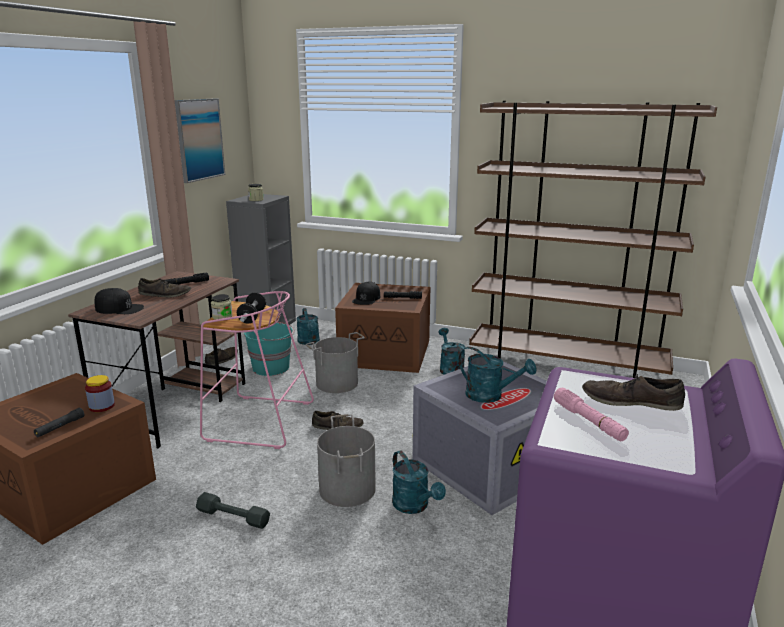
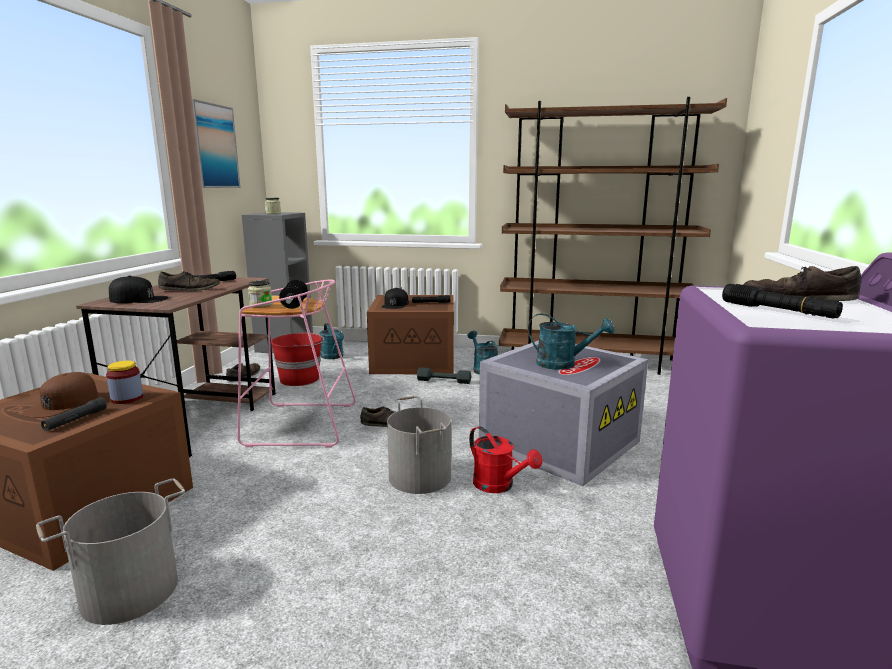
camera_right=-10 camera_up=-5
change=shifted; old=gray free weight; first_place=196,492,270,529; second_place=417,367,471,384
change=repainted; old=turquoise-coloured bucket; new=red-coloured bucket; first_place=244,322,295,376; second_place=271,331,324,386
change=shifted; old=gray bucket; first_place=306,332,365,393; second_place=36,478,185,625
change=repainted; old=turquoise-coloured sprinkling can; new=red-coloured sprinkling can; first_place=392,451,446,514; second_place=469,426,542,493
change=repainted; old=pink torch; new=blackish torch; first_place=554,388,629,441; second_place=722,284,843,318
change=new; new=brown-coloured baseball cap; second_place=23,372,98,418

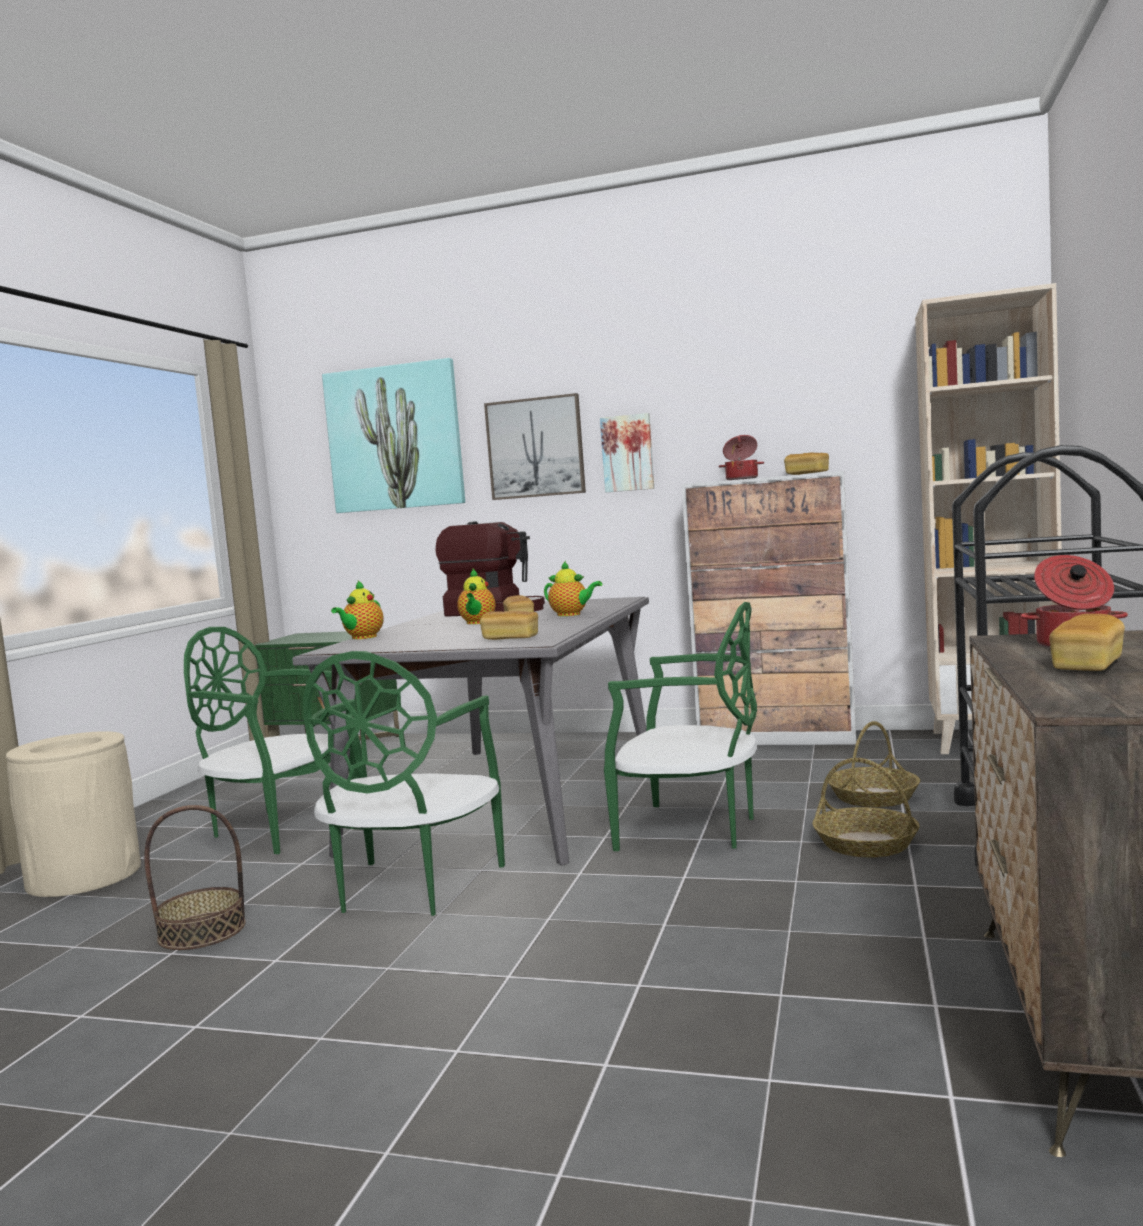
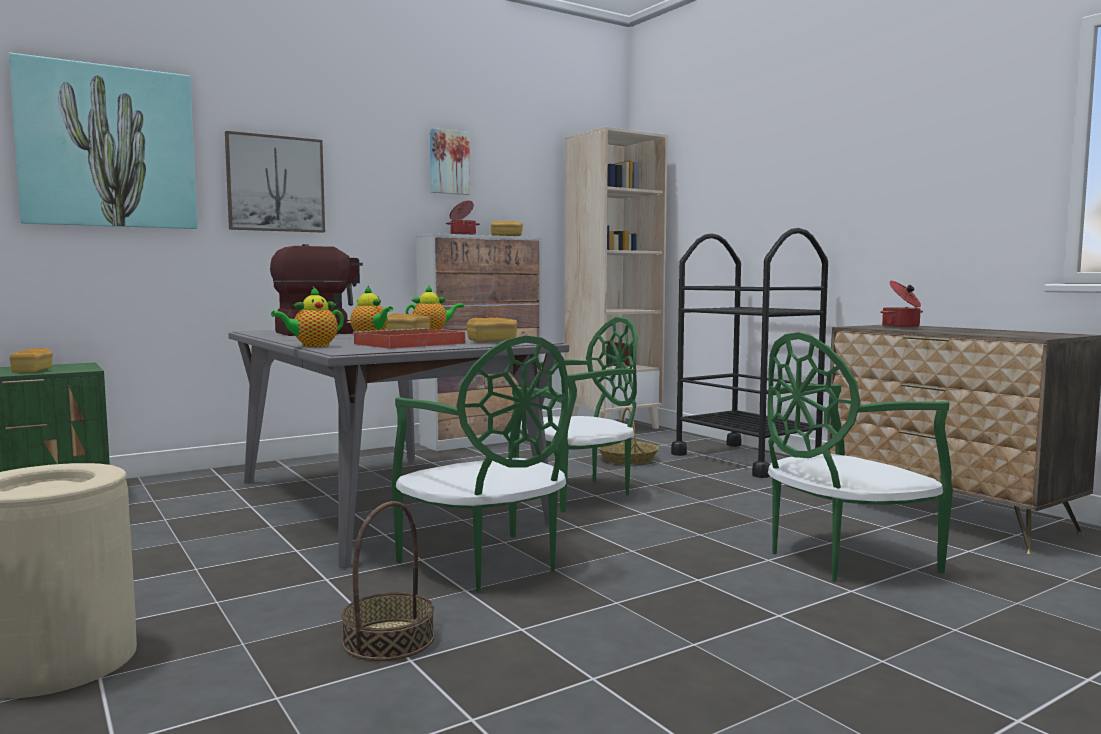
camera_right=-50 camera_up=0
change=shifted; old=green-coloured chair; first_place=184,627,358,854; second_place=767,332,953,582
change=rotated; old=teapot; first_place=331,581,384,639; second_place=271,287,344,347; degrees=75
change=shifted; old=wall picture; first_place=600,413,654,492; second_place=430,128,470,195
change=gone; old=basket; first_place=812,758,919,857
change=shifted; old=bakery bread; first_place=1049,614,1125,671; second_place=9,348,53,373
change=new; new=red-coloured serving tray; second_place=353,328,465,349

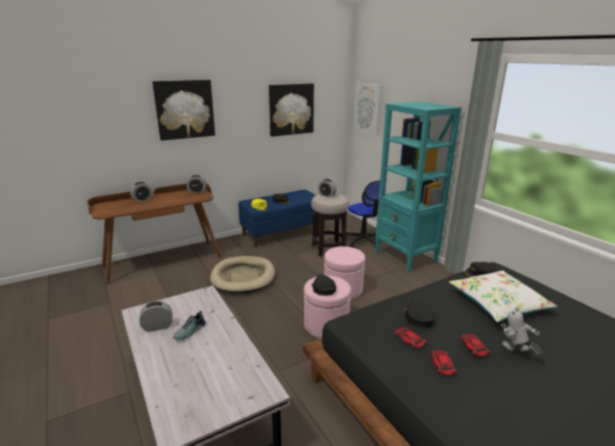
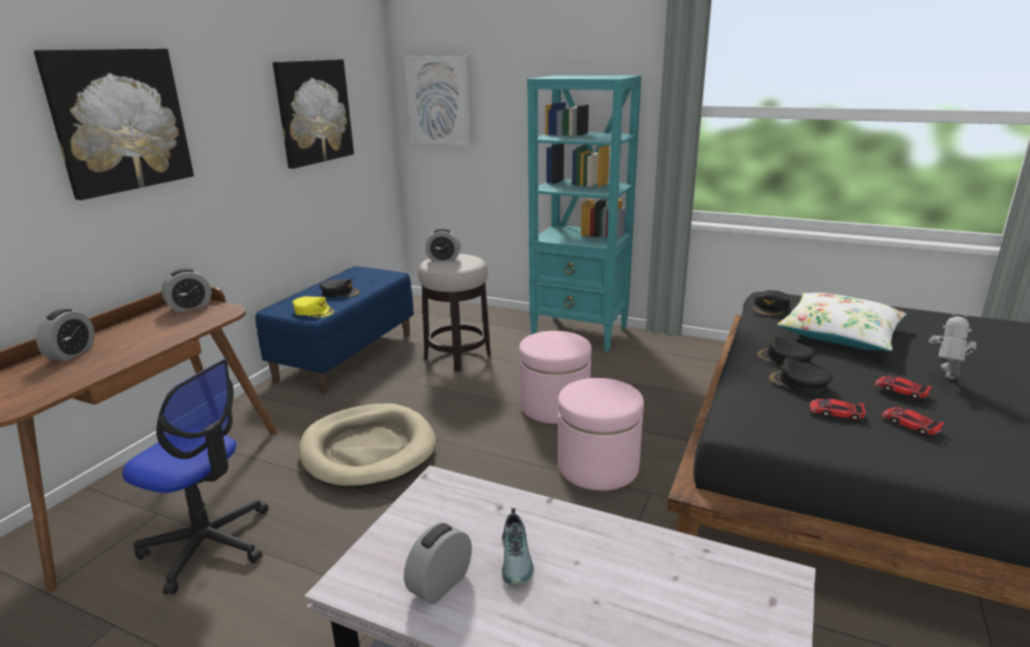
camera_right=-35 camera_up=0
change=shifted; old=blackish baseball cap; first_place=312,274,336,296; second_place=756,336,816,365
change=shifted; old=computer chair; first_place=346,179,387,248; second_place=122,359,269,595
change=rotated; old=model robot; first_place=501,308,543,355; second_place=929,313,977,381; degrees=105

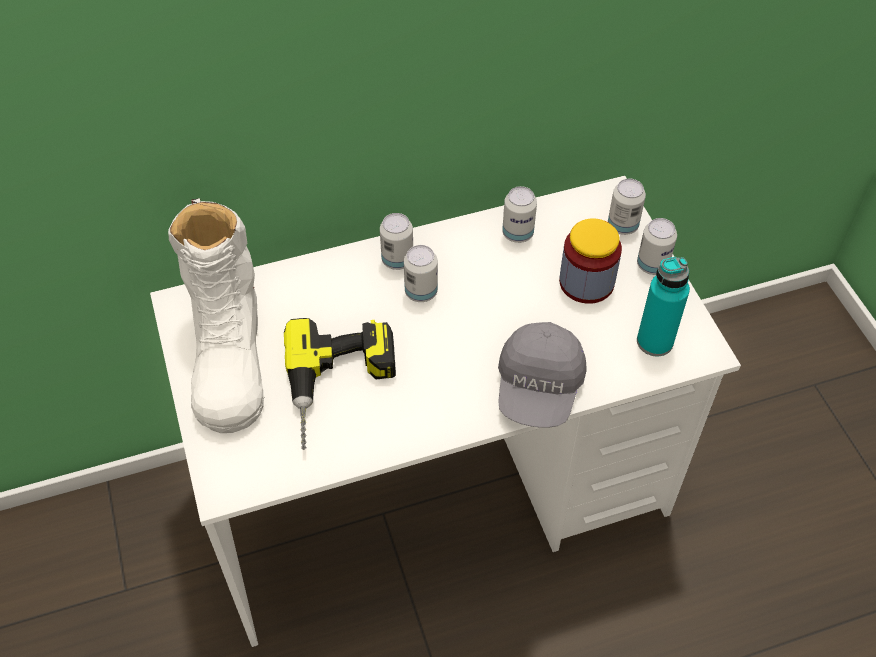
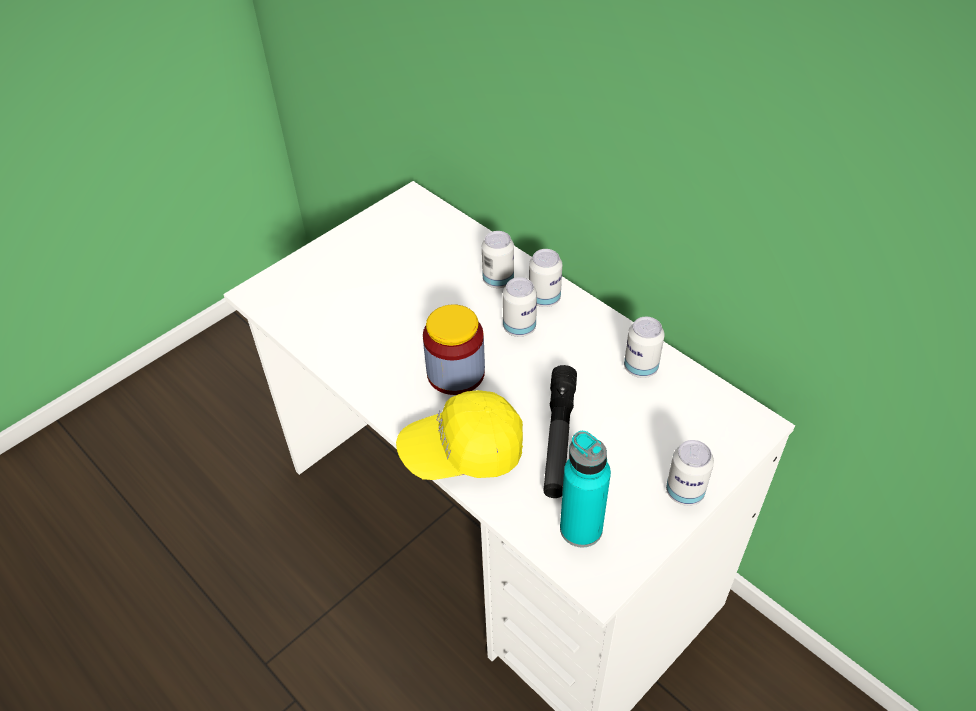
camera_right=65 camera_up=-5
change=gone; old=white tall boot; first_place=168,198,264,433
change=gone; old=electric drill; first_place=284,318,396,450
change=repainted; old=gray baseball cap; new=yellowish baseball cap; first_place=498,322,587,428; second_place=396,390,523,480
change=shifted; old=storage jar; first_place=559,218,622,304; second_place=423,304,485,395
change=shifted; old=can; first_place=608,179,646,235; second_place=482,231,514,288
change=new; new=torch; second_place=543,365,577,498

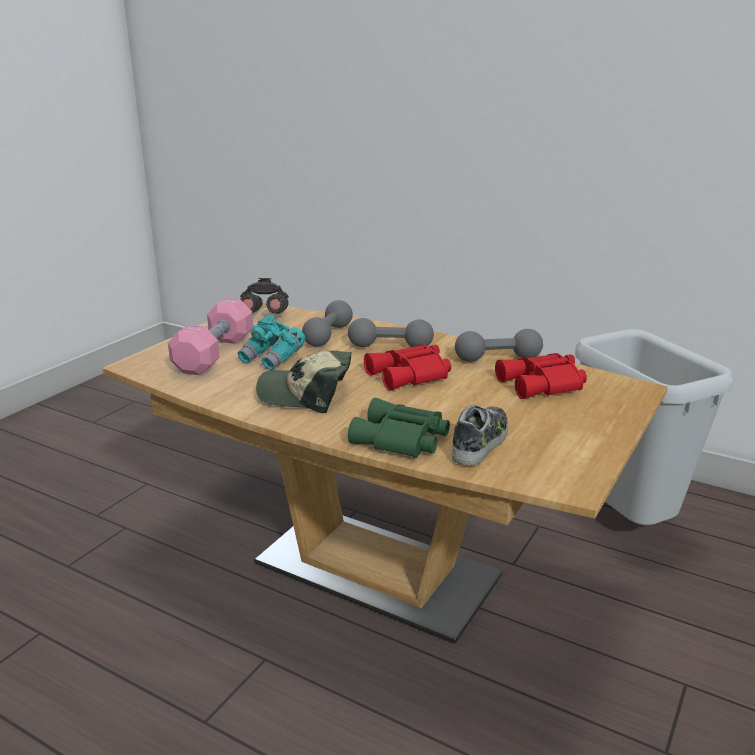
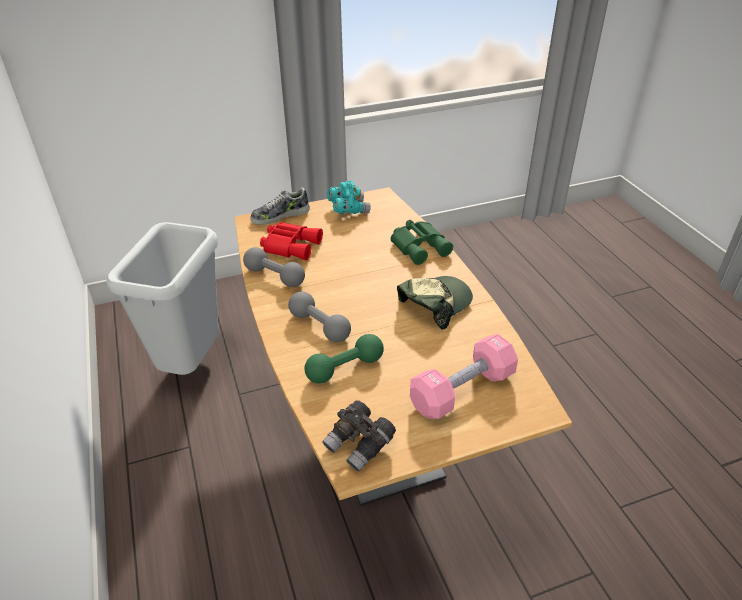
camera_right=-140 camera_up=15
change=shifted; old=turquoise-coloured field glasses; first_place=238,315,305,370; second_place=327,181,371,214
change=rotated; old=baseball cap; first_place=256,351,352,413; second_place=397,276,473,329; degrees=-90
change=repainted; old=gray free weight; new=green-coloured free weight; first_place=302,300,353,347; second_place=304,334,384,383
change=gone; old=red-coloured field glasses; first_place=364,344,451,391
change=shifted; old=item of footwear; first_place=452,405,508,466; second_place=250,187,310,225

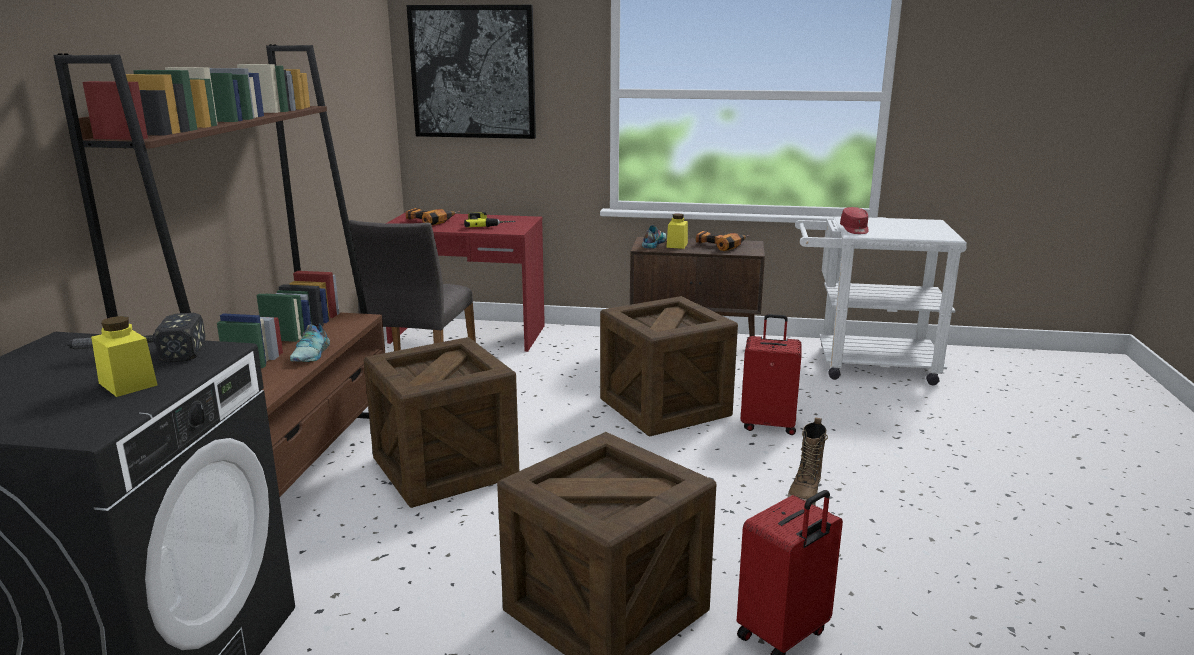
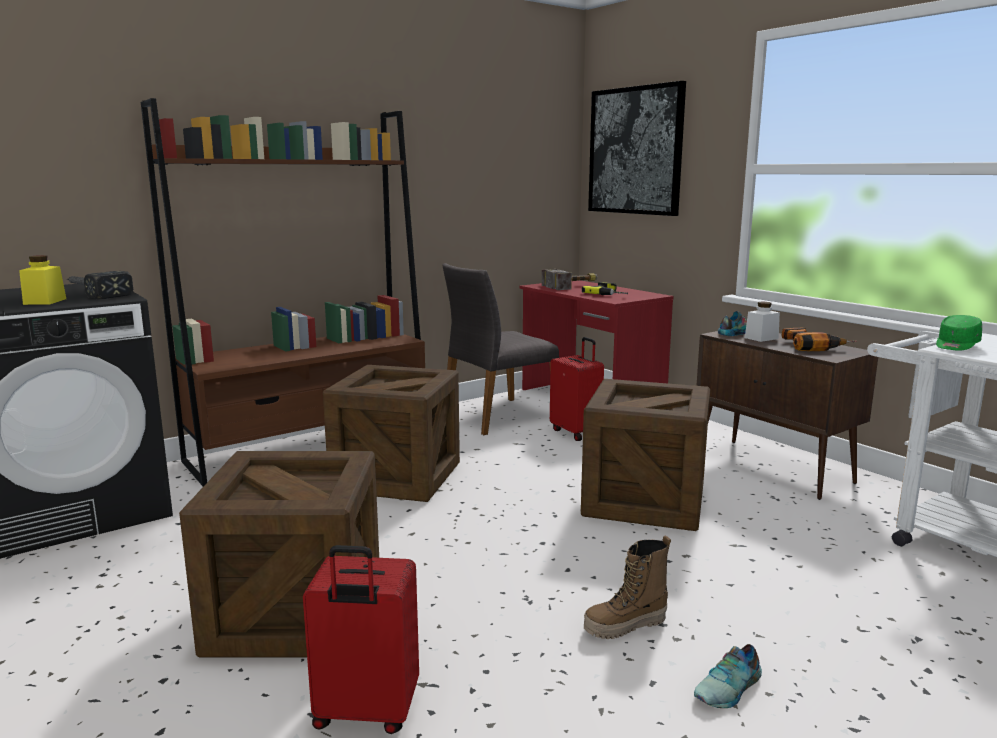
camera_right=45 camera_up=-5
change=shifted; old=item of footwear; first_place=290,324,330,362; second_place=694,644,762,708
change=swapped; old=electric drill; new=hammer; first_place=406,208,460,225; second_place=542,269,598,290
change=repainted; old=yellowish storage jar; new=white storage jar; first_place=666,214,688,249; second_place=745,302,780,342
change=shifted; old=red-coloured suitcase; first_place=741,314,801,435; second_place=550,337,604,441
change=repainted; old=red-coloured baseball cap; new=green-coloured baseball cap; first_place=840,207,868,234; second_place=936,315,982,351

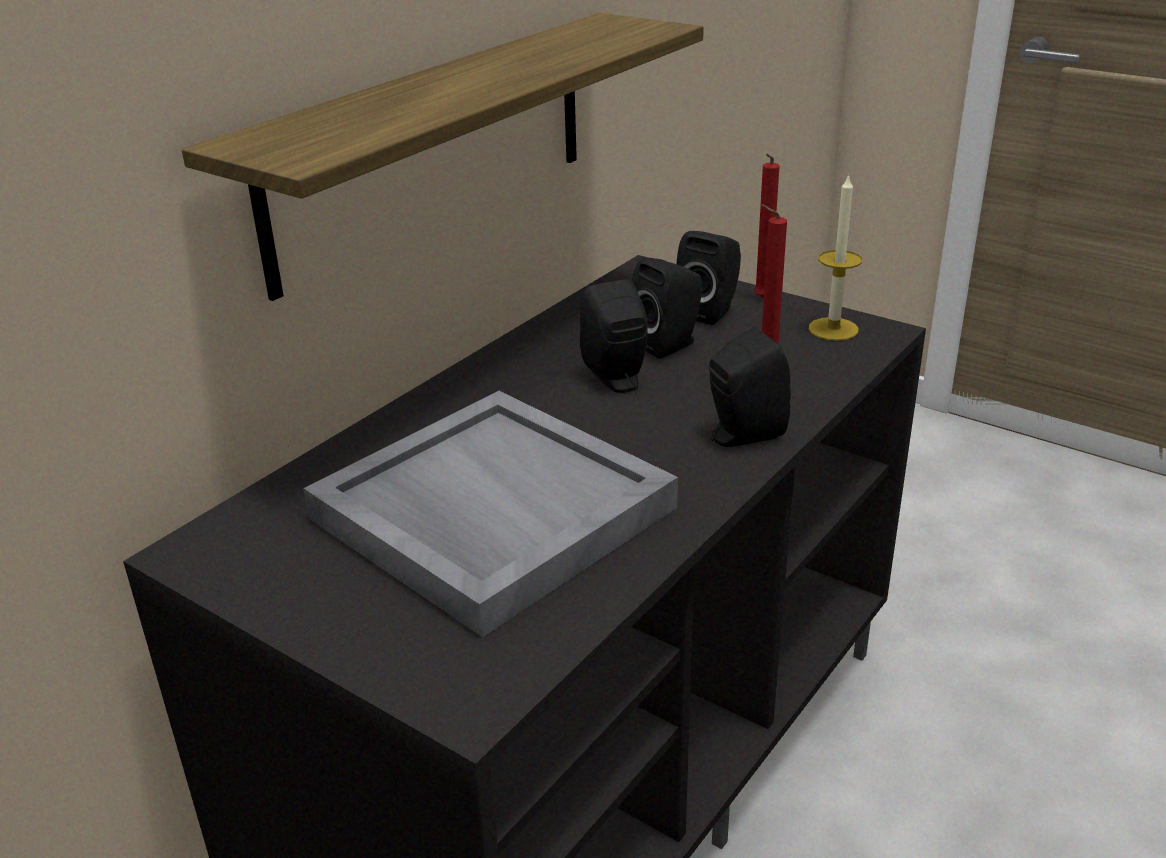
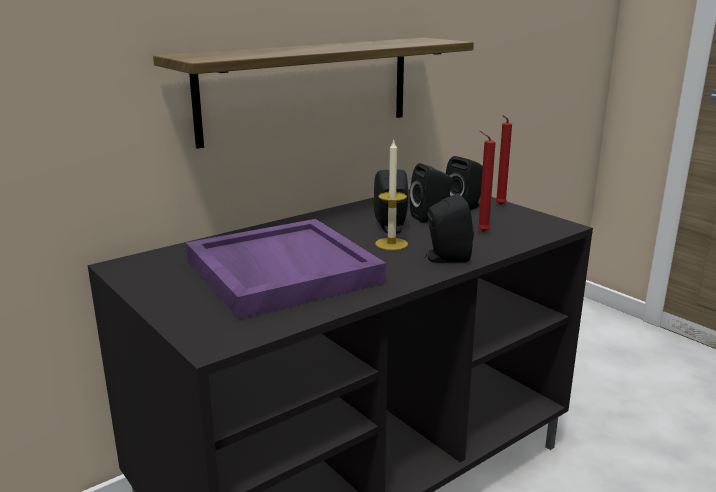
camera_right=15 camera_up=-10
change=repainted; old=gray serving tray; new=purple serving tray; first_place=303,391,678,637; second_place=186,219,386,319
change=shifted; old=wax candle; first_place=808,173,862,341; second_place=375,139,408,250

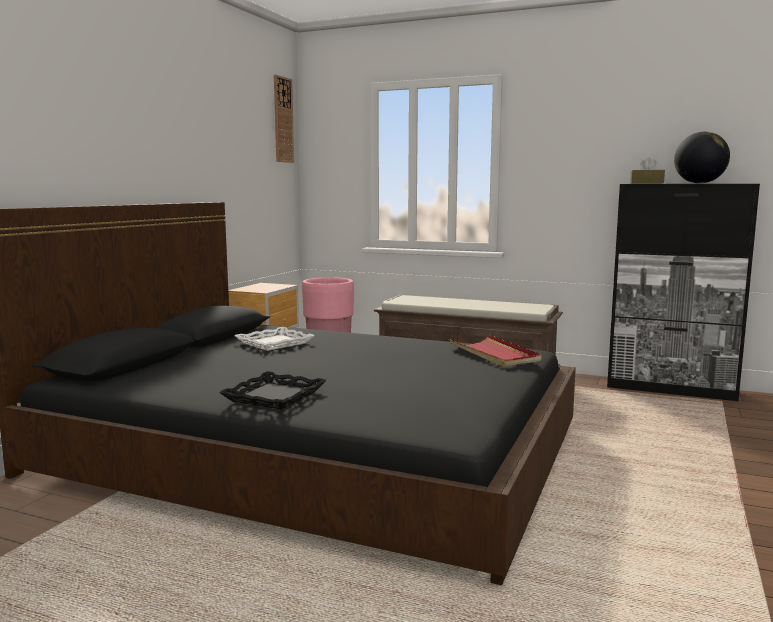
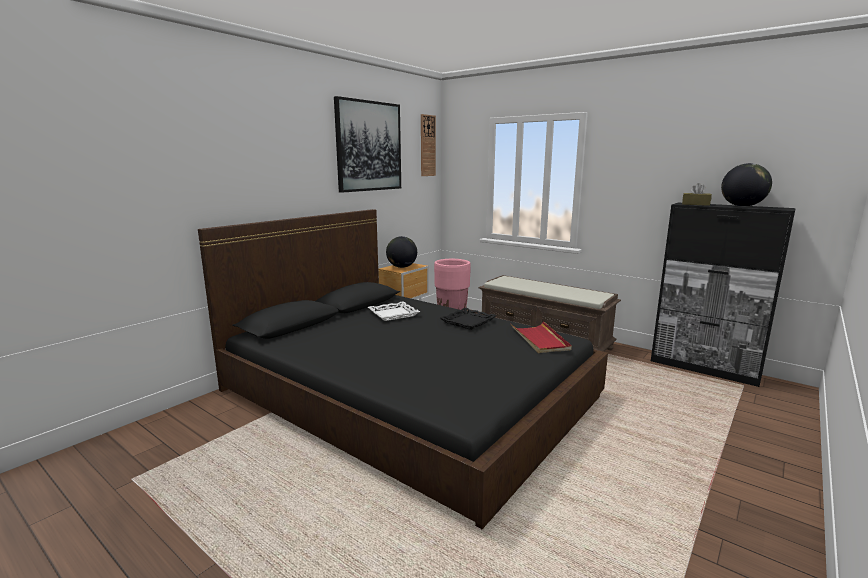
camera_right=15 camera_up=5
change=shifted; old=blackish serving tray; first_place=219,371,327,409; second_place=440,308,497,330
change=new; new=wall picture; second_place=334,96,401,193
change=new; new=globe; second_place=386,236,417,268

